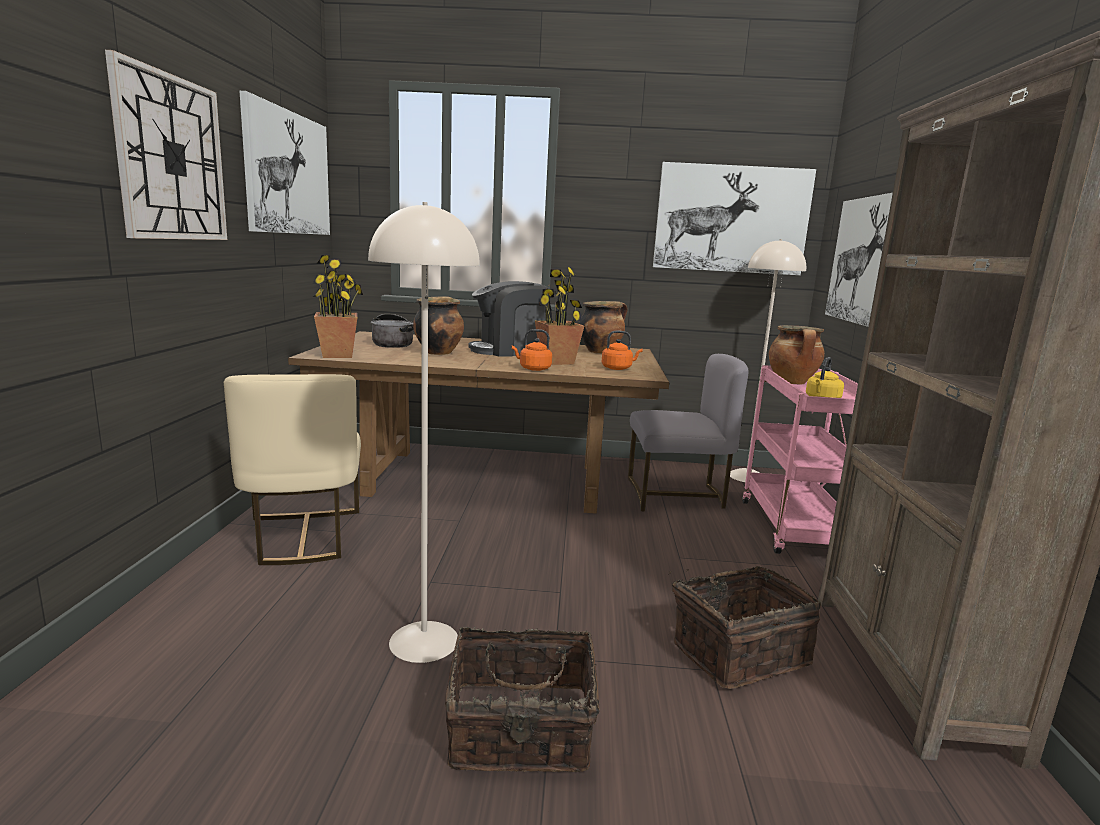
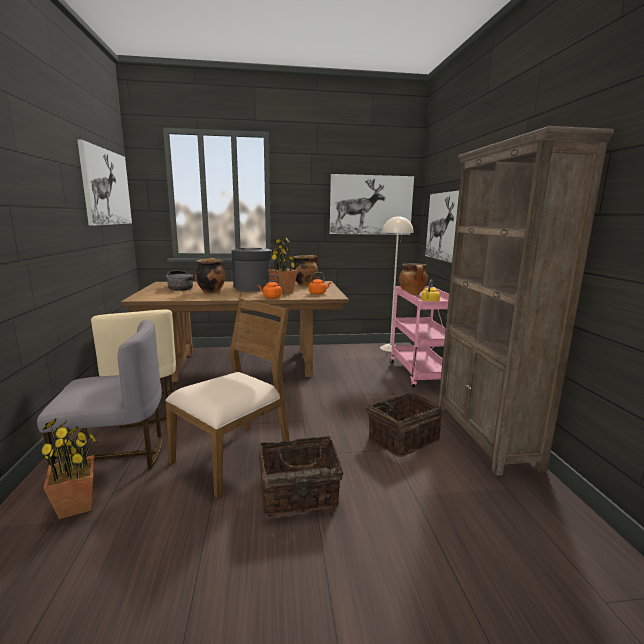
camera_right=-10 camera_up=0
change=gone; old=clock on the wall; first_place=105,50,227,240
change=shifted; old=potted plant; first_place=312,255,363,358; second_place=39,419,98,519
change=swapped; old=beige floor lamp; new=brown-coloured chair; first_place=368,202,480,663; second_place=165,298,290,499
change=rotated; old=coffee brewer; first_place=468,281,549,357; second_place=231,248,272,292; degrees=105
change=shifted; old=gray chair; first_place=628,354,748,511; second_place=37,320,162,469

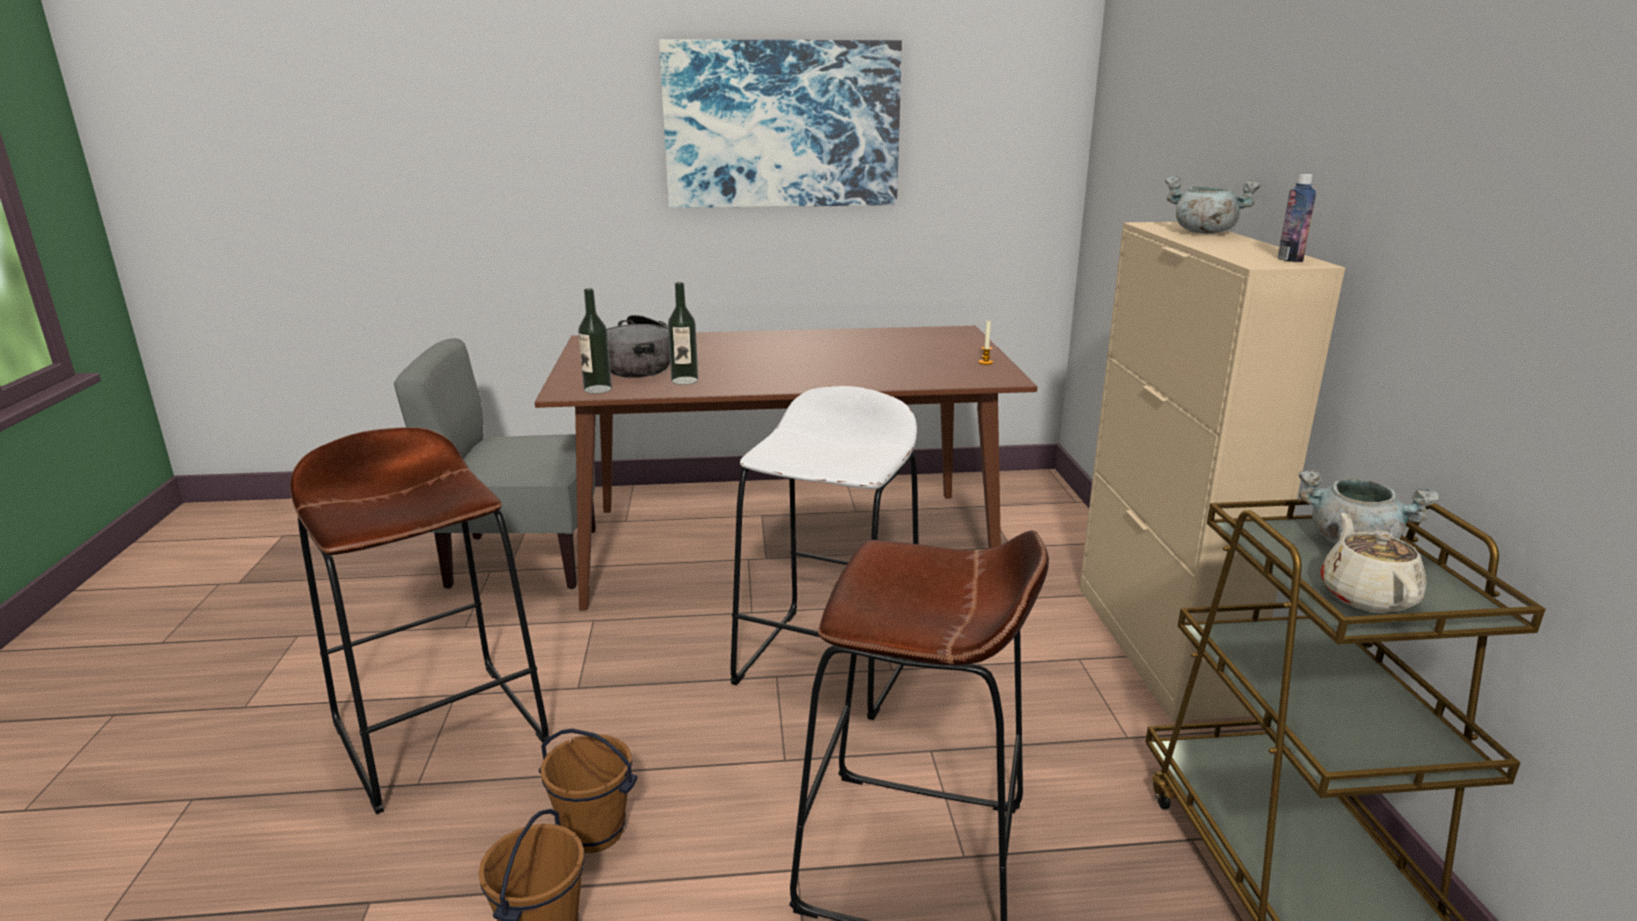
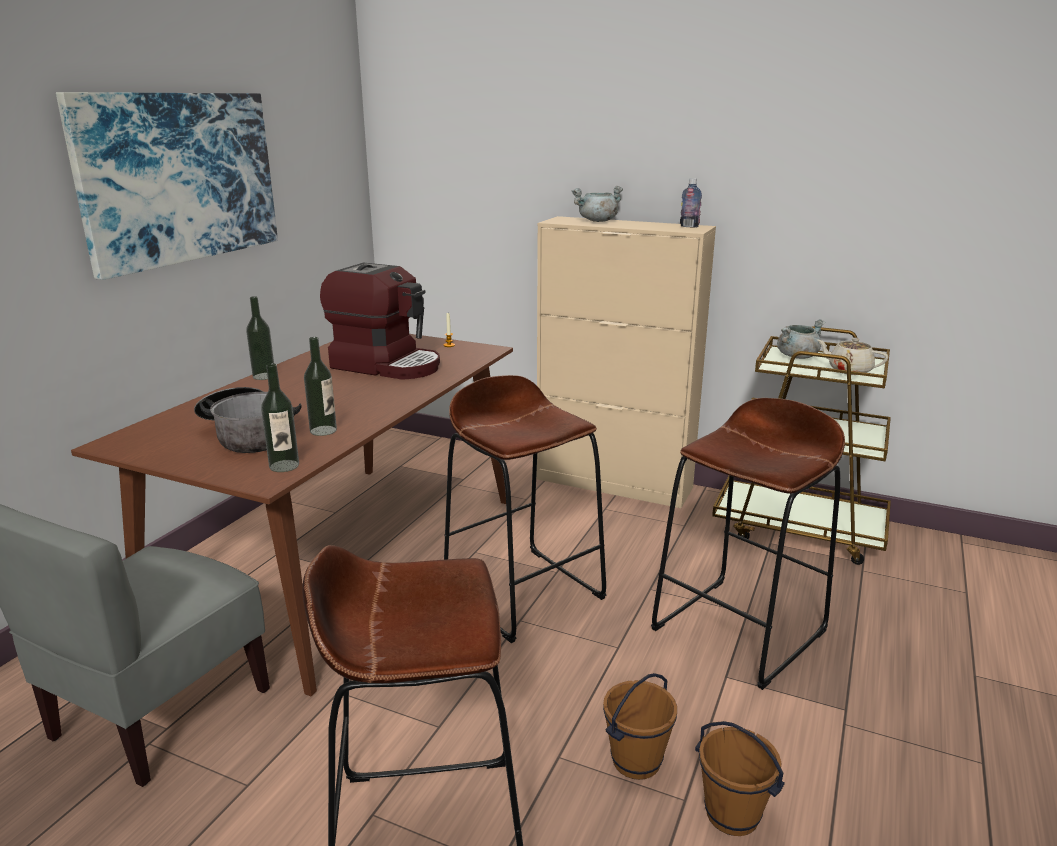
camera_right=-60 camera_up=0
change=repainted; old=white stool; new=brown-coloured stool; first_place=730,386,919,720; second_place=444,375,606,643
change=new; new=bottle; second_place=246,296,274,380
change=new; new=coffee brewer; second_place=320,263,440,380

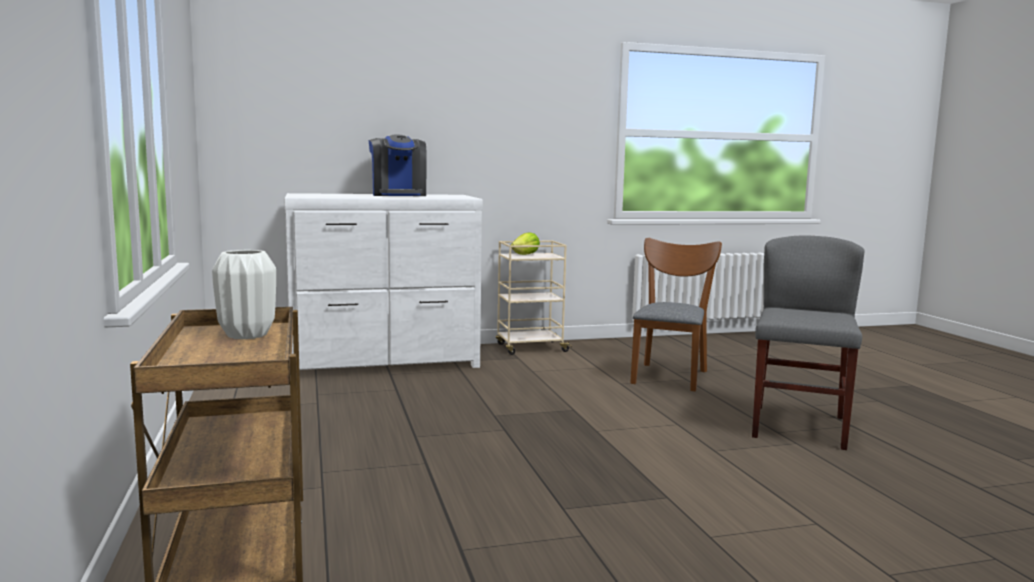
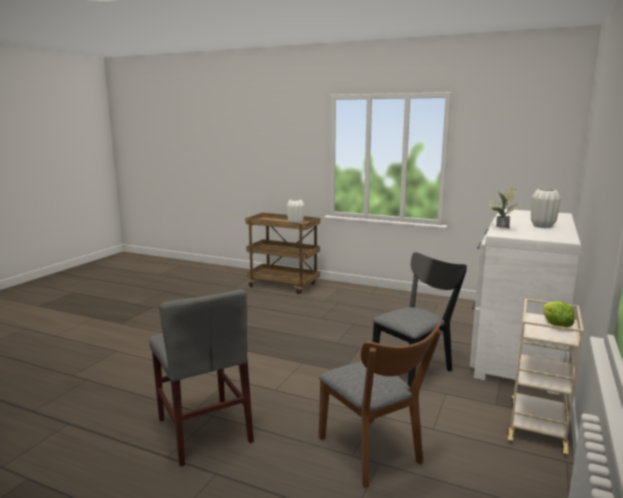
camera_right=130 camera_up=5
change=swapped; old=coffee brewer; new=white decorative vase; first_place=369,134,426,196; second_place=531,189,561,228
change=new; new=blackish chair; second_place=373,252,467,386
change=new; new=potted plant; second_place=489,188,518,229

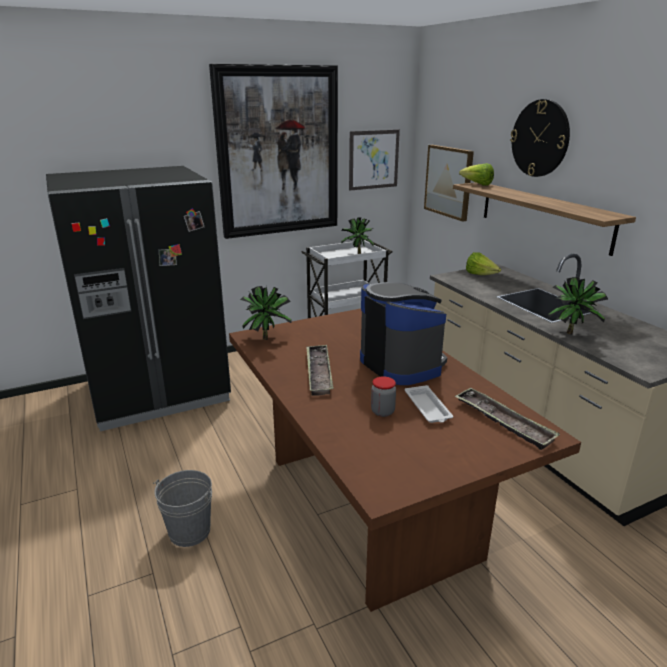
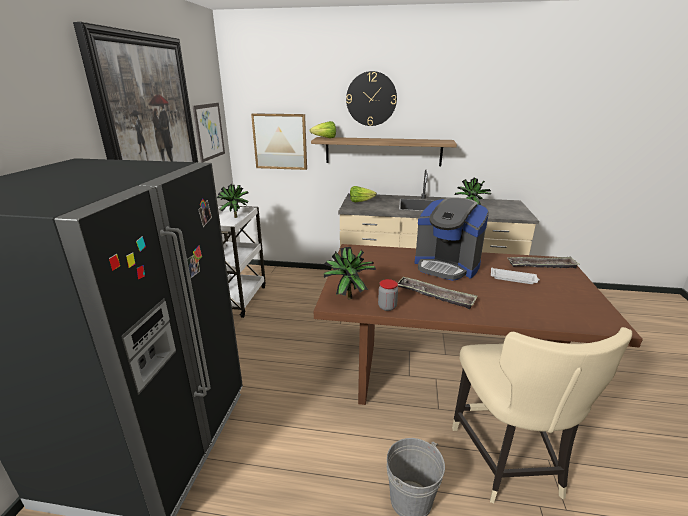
camera_right=-55 camera_up=0
change=rotated; old=coffee brewer; first_place=360,282,447,385; second_place=415,197,489,281; degrees=-150
change=shifted; old=storage jar; first_place=371,376,396,417; second_place=378,279,398,311
change=new; new=beige chair; second_place=452,327,632,503

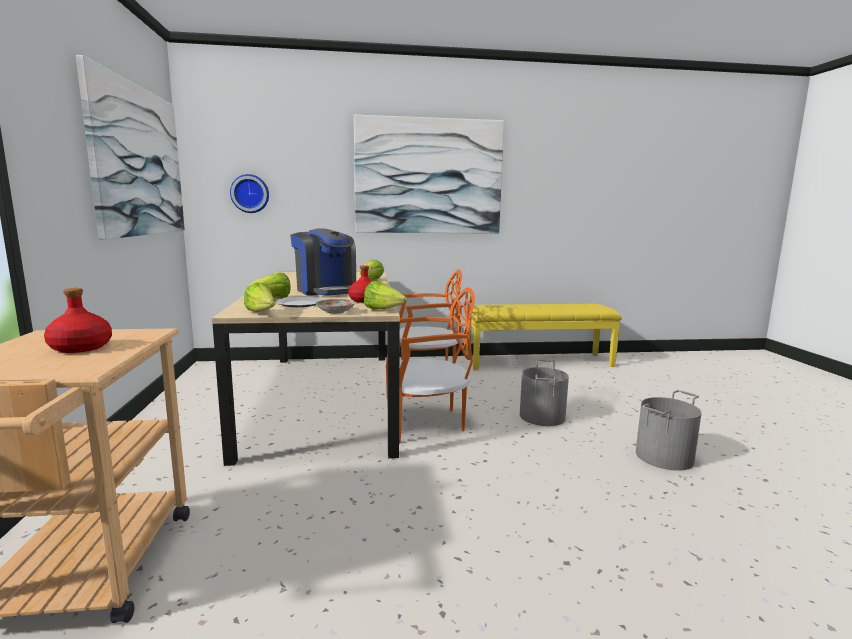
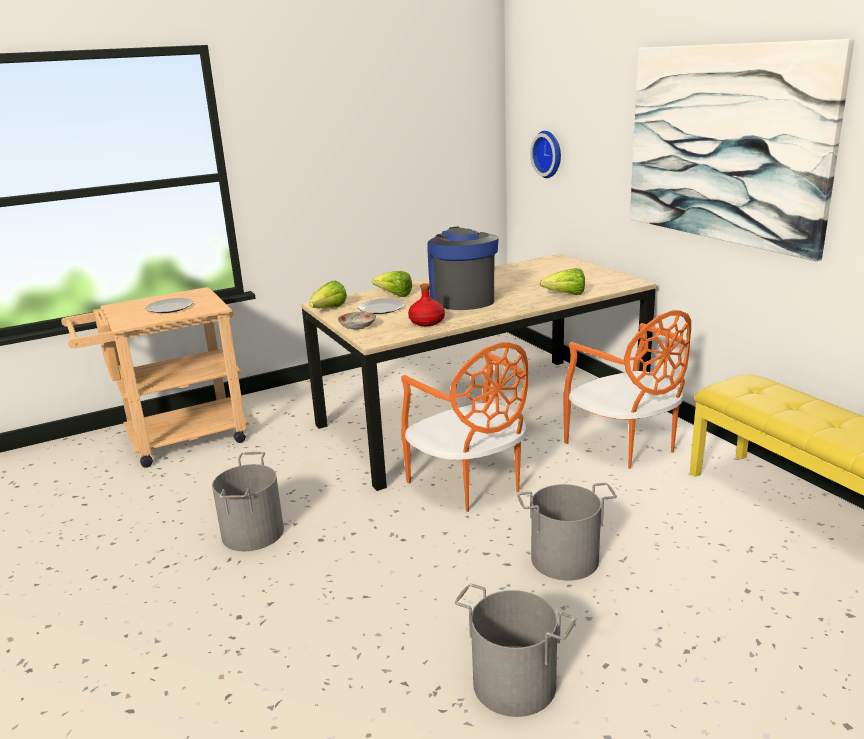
camera_right=70 camera_up=10
change=swapped; old=red-coloured bottle; new=flat dish; first_place=44,288,112,353; second_place=145,298,194,313
change=gone; old=wall picture; first_place=76,55,185,240
change=rotated; old=coffee brewer; first_place=290,228,356,296; second_place=427,227,499,310; degrees=135
change=gone; old=head of lettuce; first_place=364,281,408,310
change=new; new=gray bucket; second_place=212,452,284,551

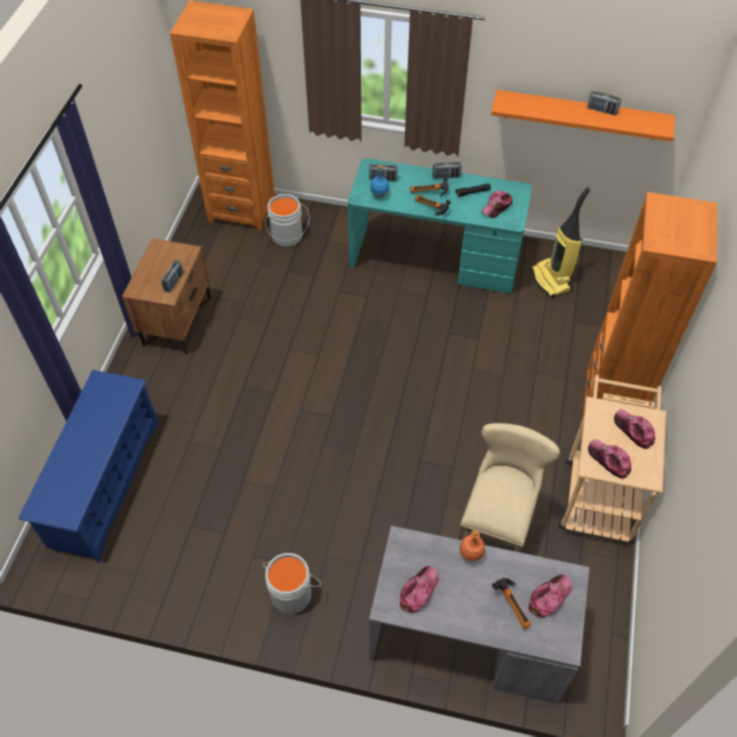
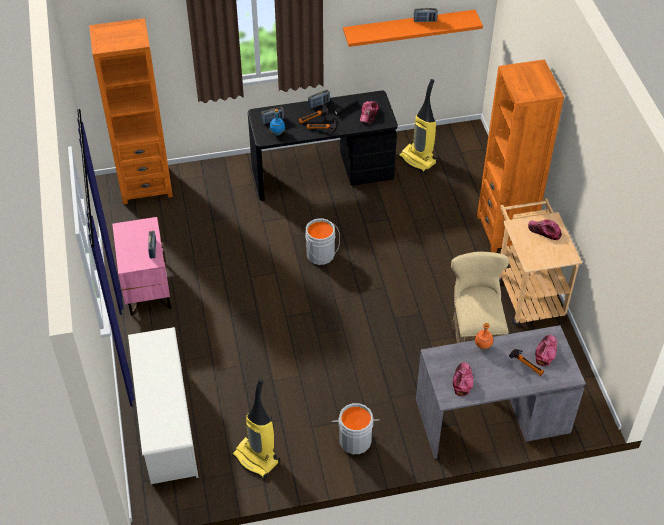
camera_right=-25 camera_up=-5
change=repainted; old=blue-coloured shoe shelf; new=white shoe shelf; first_place=18,370,159,563; second_place=128,327,199,484
change=repainted; old=brown-coloured bedside table; new=pink bedside table; first_place=122,238,211,354; second_place=112,217,171,316
change=shifted; old=gray bucket; first_place=265,194,310,247; second_place=305,218,340,265
change=repainted; old=turquoise-coloured desk; new=blackish desk; first_place=348,158,532,293; second_place=248,90,398,201
change=gone; old=baseball cap; first_place=588,439,632,479
change=new; new=vacuum; second_place=232,379,280,478

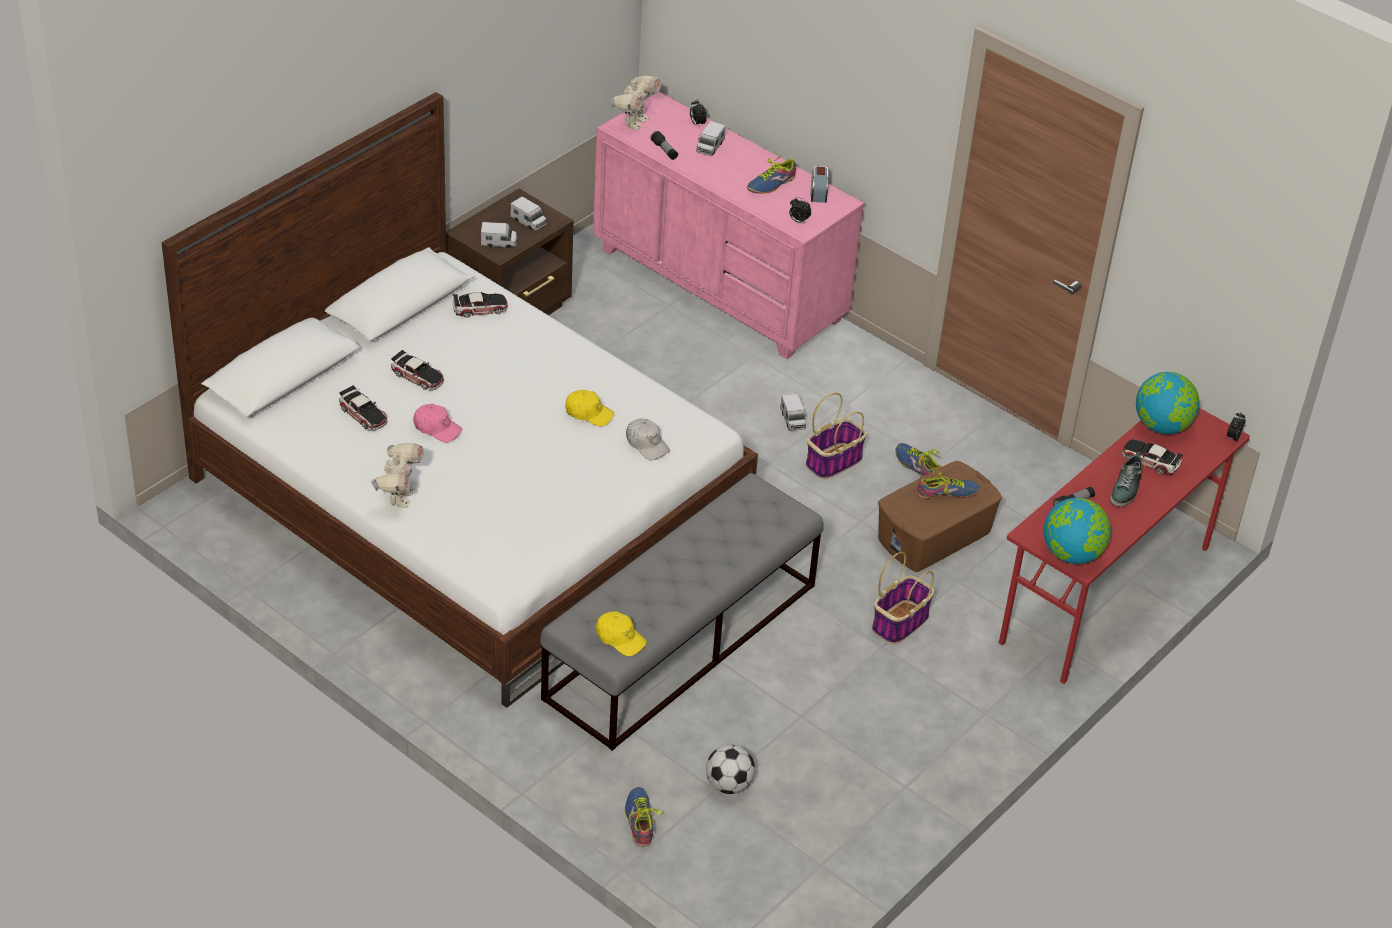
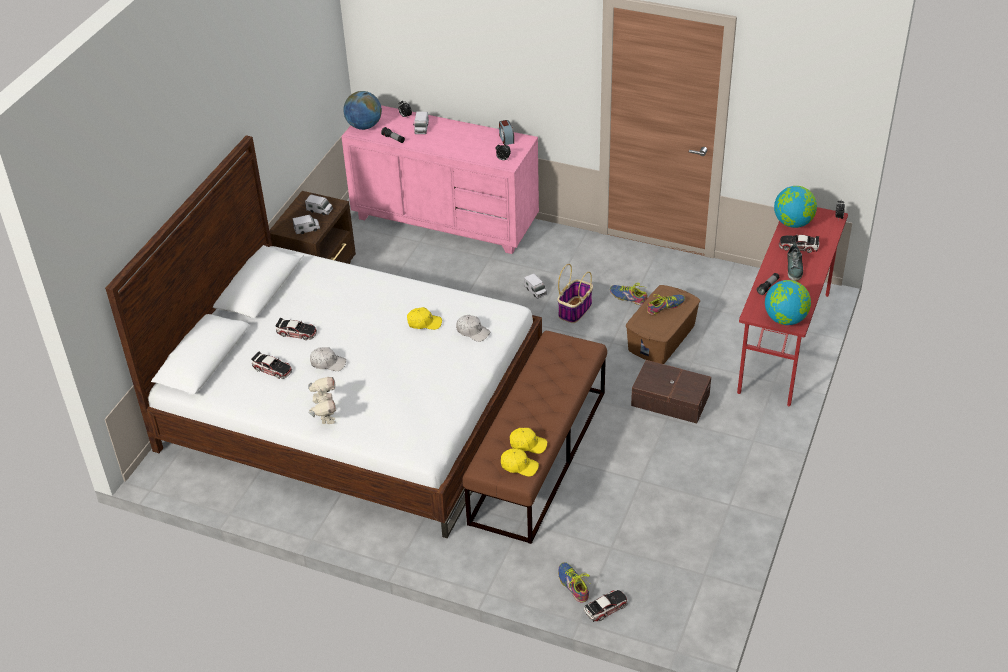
camera_right=-15 camera_up=0
change=repainted; old=pink baseball cap; new=white baseball cap; first_place=413,404,462,443; second_place=310,347,346,371
change=shifted; old=model car; first_place=452,292,508,318; second_place=584,590,628,622
change=repainted; old=gray bench; new=brown-coloured bench; first_place=540,473,824,751; second_place=463,331,607,544
change=swapped; old=model robot; new=globe; first_place=610,76,661,130; second_place=343,91,382,130
change=gone; old=football ball; first_place=706,745,755,794
change=gone; old=item of footwear; first_place=747,153,796,194
change=swapped; old=basket; new=brown-coloured storage bin; first_place=872,552,934,644; second_place=631,360,711,423
change=new; new=yellowish baseball cap; second_place=510,428,547,454

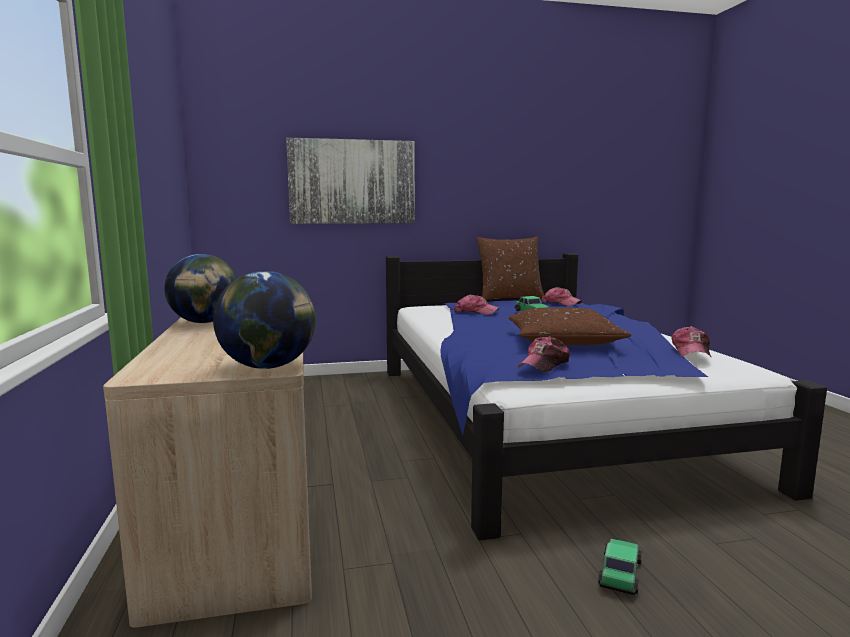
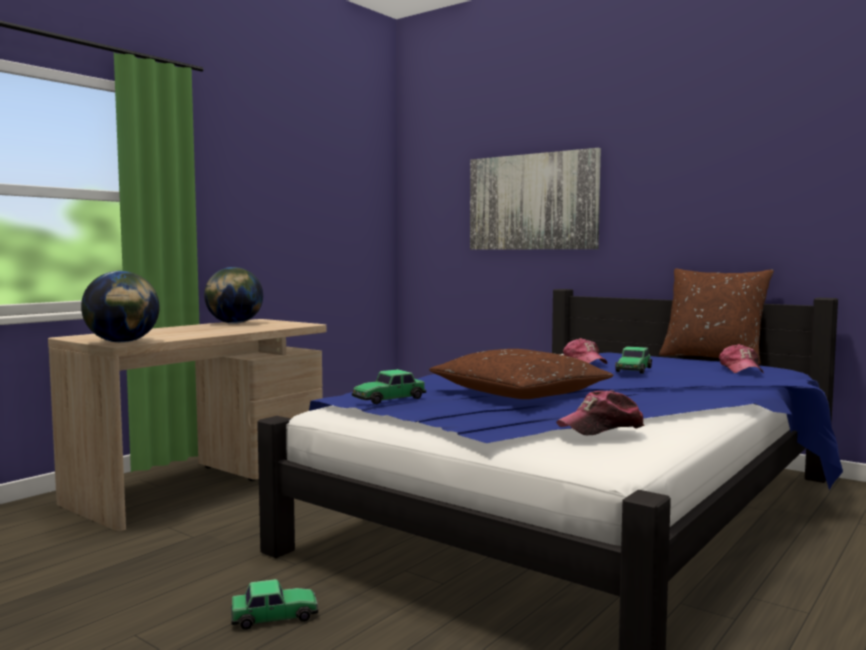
camera_right=50 camera_up=-5
change=swapped; old=baseball cap; new=model car; first_place=518,336,570,373; second_place=352,369,426,404

